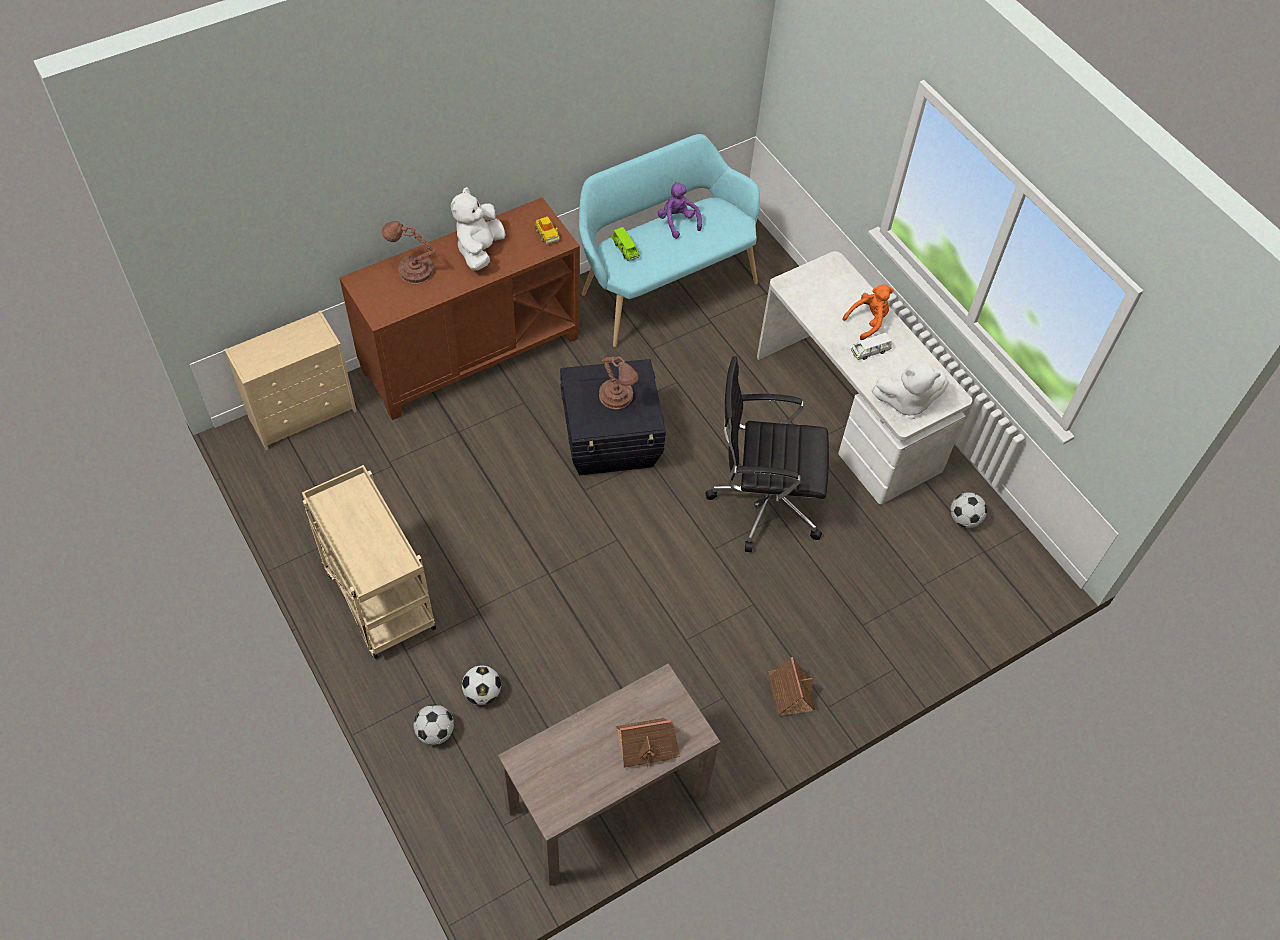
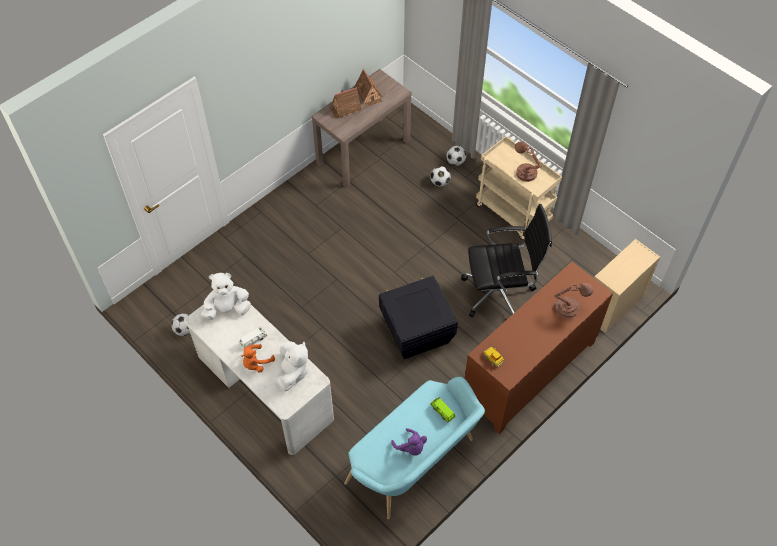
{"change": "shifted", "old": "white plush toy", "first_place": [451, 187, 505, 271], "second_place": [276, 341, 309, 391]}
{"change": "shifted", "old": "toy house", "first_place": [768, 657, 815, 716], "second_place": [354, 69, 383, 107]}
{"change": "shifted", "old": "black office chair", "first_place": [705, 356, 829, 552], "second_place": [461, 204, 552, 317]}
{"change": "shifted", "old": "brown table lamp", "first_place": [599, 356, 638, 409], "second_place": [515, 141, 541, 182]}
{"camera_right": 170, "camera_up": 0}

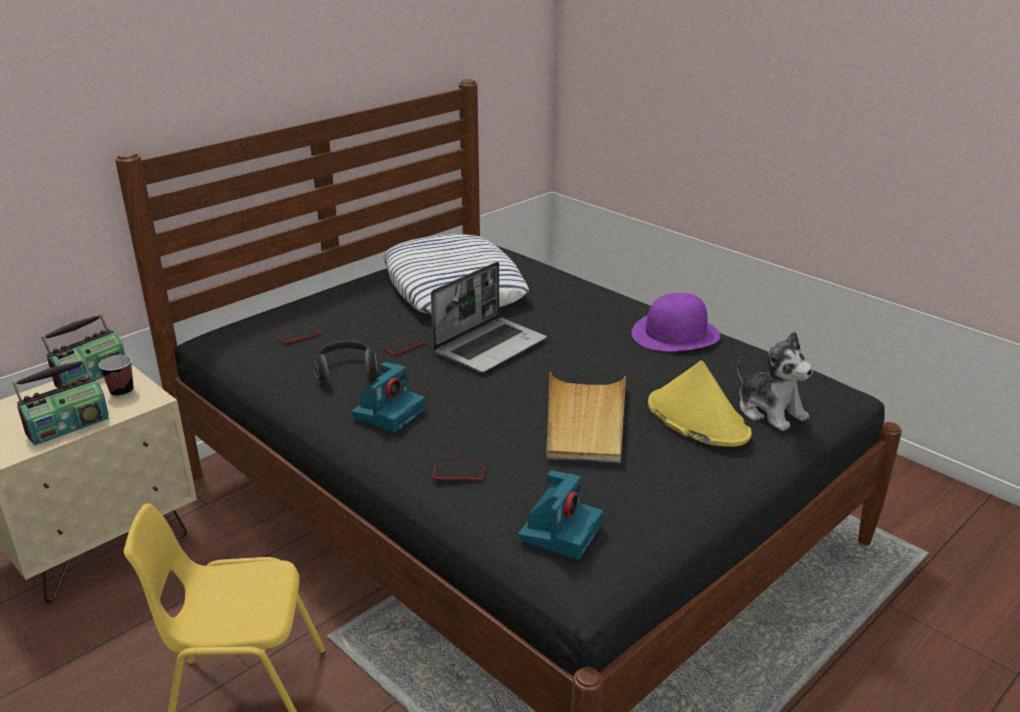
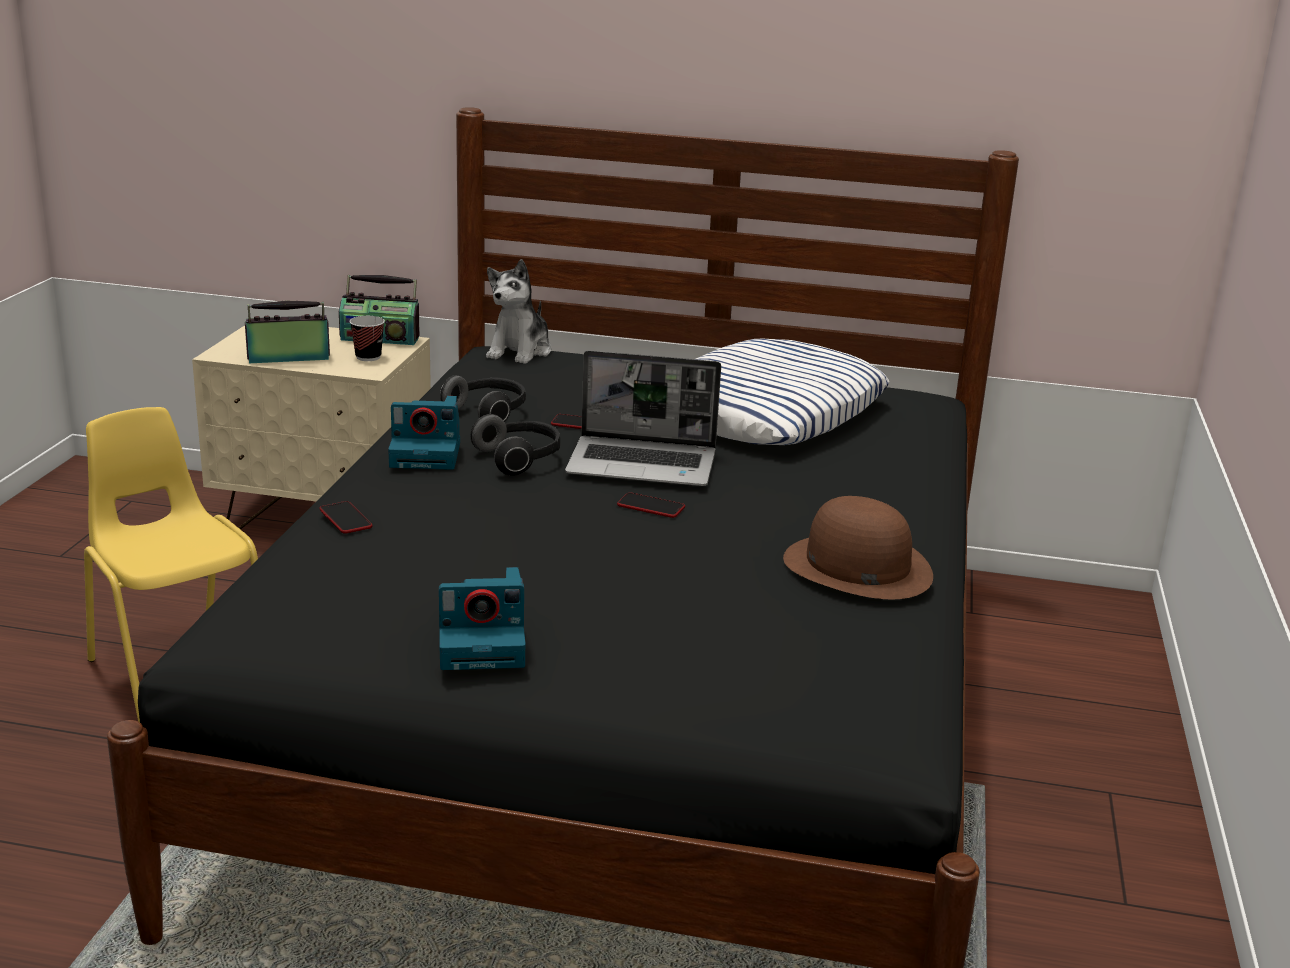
{"change": "rotated", "old": "radio", "first_place": [13, 360, 109, 446], "second_place": [245, 301, 330, 363], "degrees": 150}
{"change": "shifted", "old": "photo camera", "first_place": [518, 470, 603, 560], "second_place": [439, 567, 526, 670]}
{"change": "new", "new": "headphones", "second_place": [471, 414, 560, 476]}
{"change": "shifted", "old": "plush toy", "first_place": [737, 331, 813, 431], "second_place": [486, 259, 551, 363]}
{"change": "shifted", "old": "phone", "first_place": [277, 326, 321, 344], "second_place": [617, 493, 685, 518]}
{"change": "repainted", "old": "purple hat", "new": "brown hat", "first_place": [632, 293, 720, 351], "second_place": [783, 496, 933, 599]}
{"change": "gone", "old": "beige tray", "first_place": [546, 372, 626, 463]}
{"change": "gone", "old": "yellow hat", "first_place": [648, 360, 752, 447]}
{"camera_right": 55, "camera_up": -5}

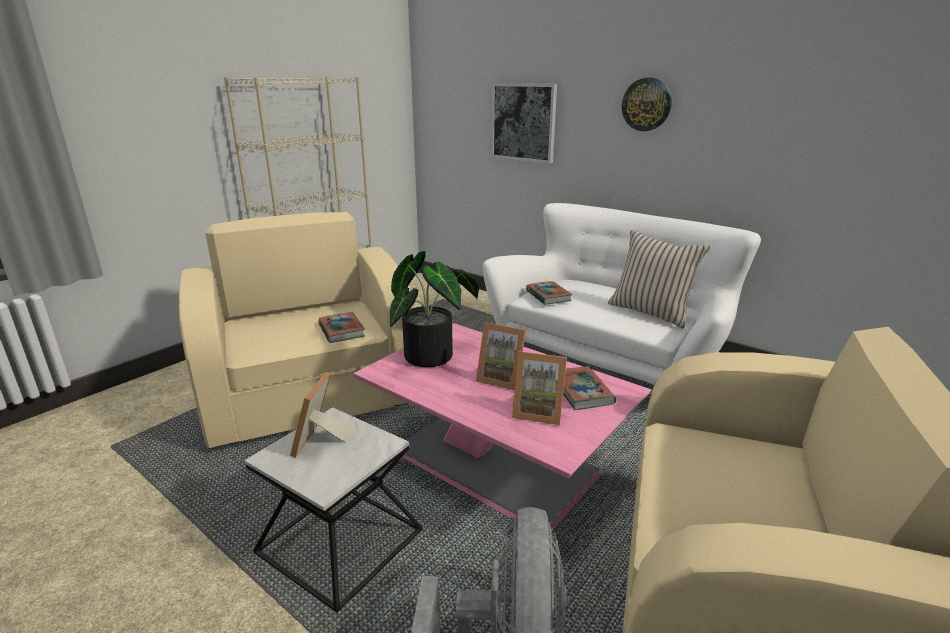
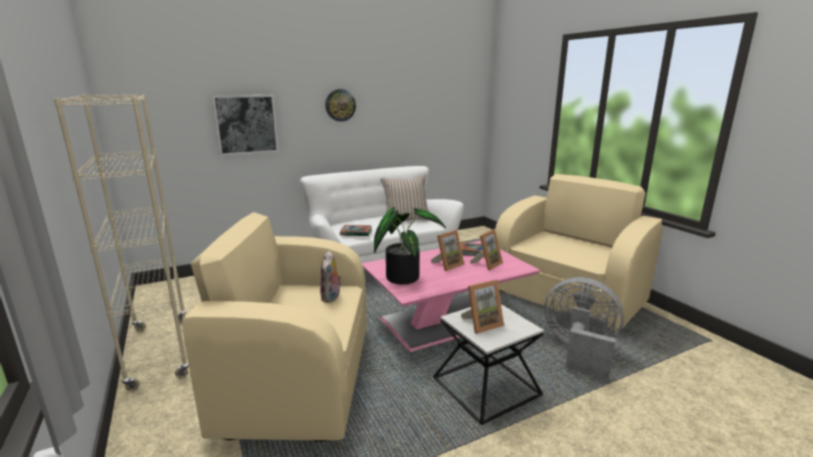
{"change": "swapped", "old": "book", "new": "plush toy", "first_place": [318, 312, 365, 343], "second_place": [320, 251, 342, 303]}
{"change": "rotated", "old": "picture frame", "first_place": [290, 371, 356, 458], "second_place": [461, 280, 504, 334], "degrees": -60}
{"camera_right": -65, "camera_up": -5}

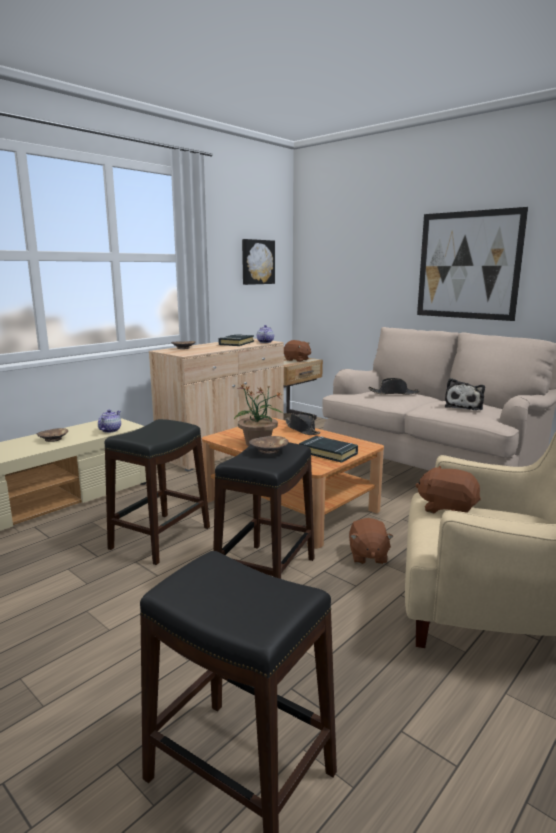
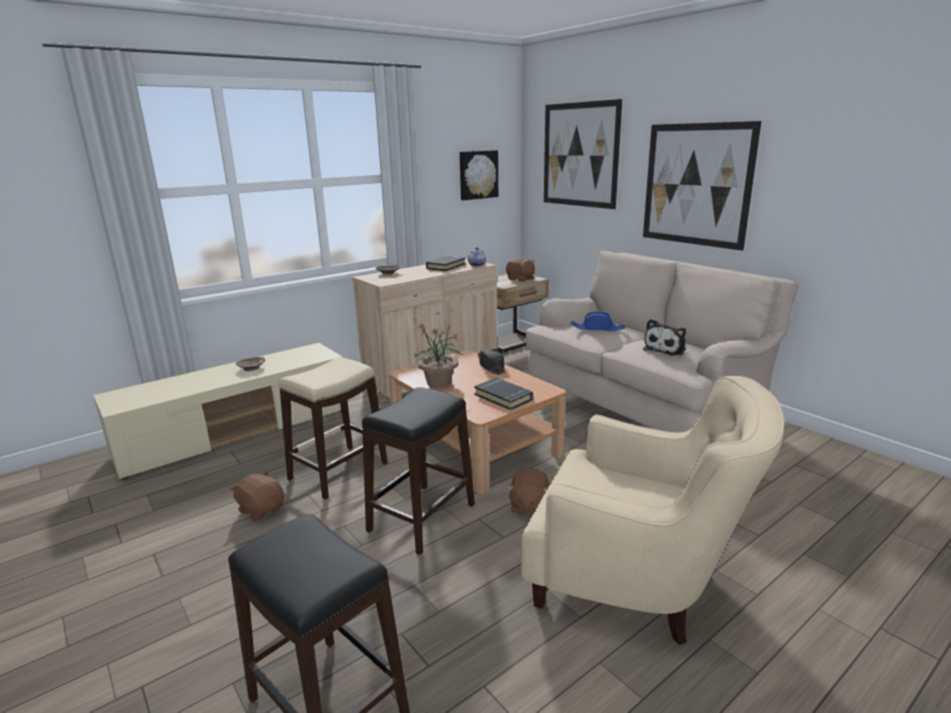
{"change": "shifted", "old": "brown plush toy", "first_place": [416, 466, 481, 514], "second_place": [230, 471, 284, 521]}
{"change": "repainted", "old": "black stool", "new": "beige stool", "first_place": [104, 419, 210, 565], "second_place": [279, 357, 388, 499]}
{"change": "new", "new": "picture", "second_place": [544, 99, 622, 209]}
{"change": "repainted", "old": "black hat", "new": "blue hat", "first_place": [368, 378, 420, 395], "second_place": [571, 312, 626, 331]}
{"change": "gone", "old": "teapot", "first_place": [98, 410, 121, 433]}
{"change": "gone", "old": "brown bowl", "first_place": [249, 436, 289, 454]}
{"camera_right": 10, "camera_up": 5}

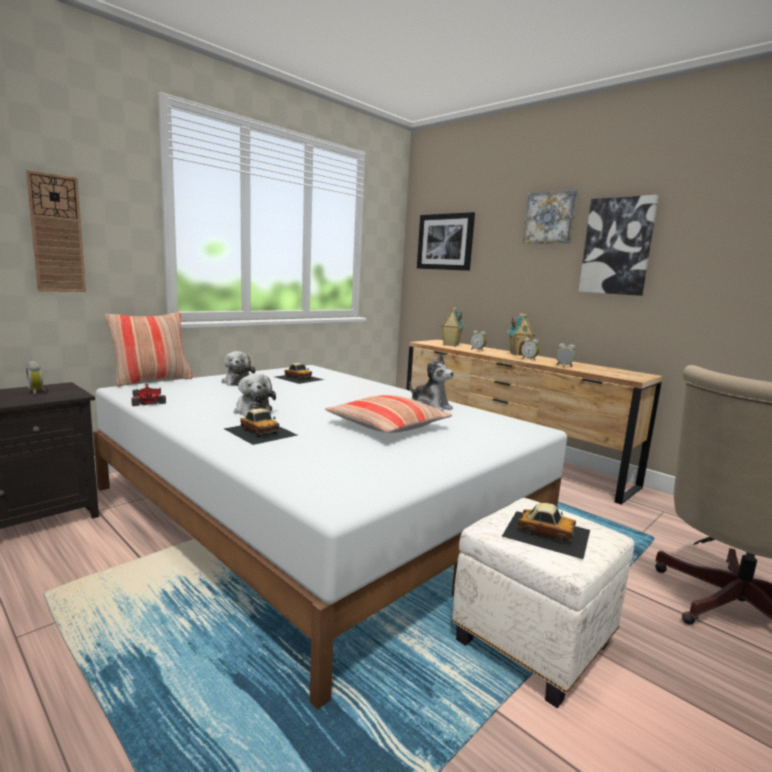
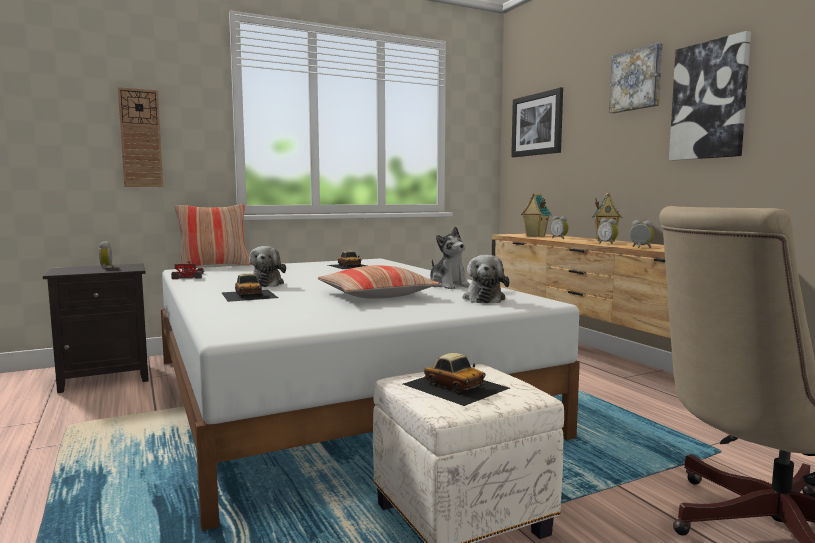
{"change": "shifted", "old": "plush toy", "first_place": [221, 351, 255, 386], "second_place": [462, 255, 510, 303]}
{"camera_right": 20, "camera_up": -5}

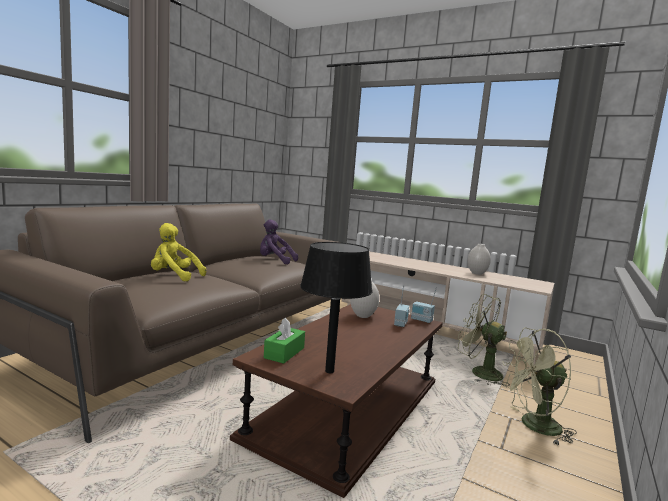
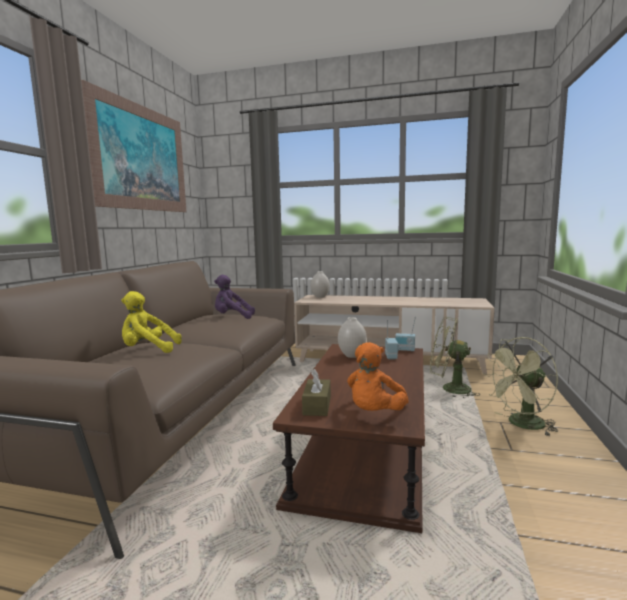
{"change": "new", "new": "picture", "second_place": [81, 80, 186, 212]}
{"change": "repainted", "old": "green tissue box", "new": "brown tissue box", "first_place": [264, 317, 305, 364], "second_place": [302, 369, 331, 416]}
{"change": "shifted", "old": "white vase", "first_place": [467, 244, 491, 275], "second_place": [311, 271, 330, 298]}
{"change": "swapped", "old": "black table lamp", "new": "orange plush toy", "first_place": [300, 242, 373, 373], "second_place": [347, 342, 409, 411]}
{"camera_right": -15, "camera_up": 0}

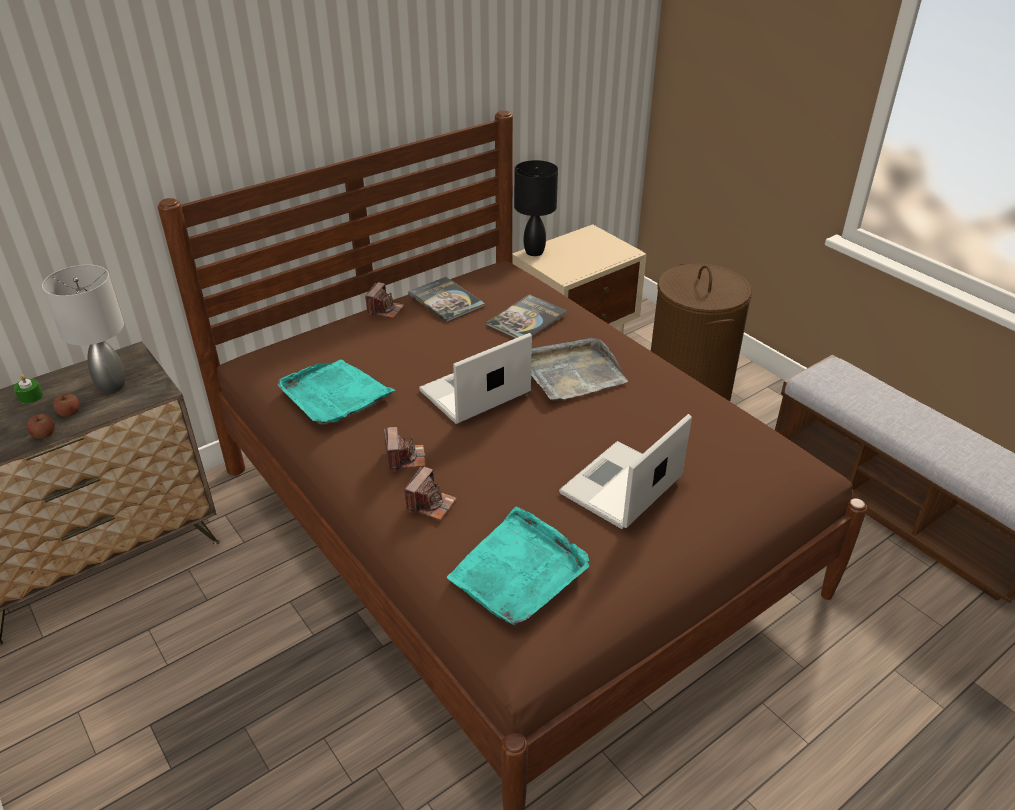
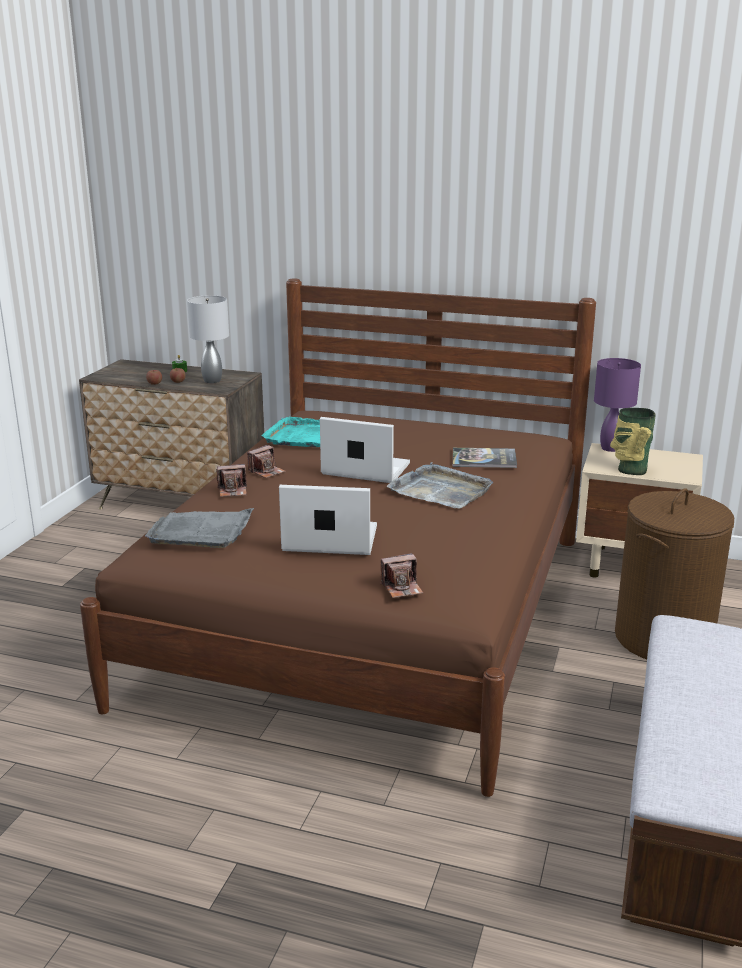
{"change": "repainted", "old": "turquoise tray", "new": "grey tray", "first_place": [447, 507, 589, 625], "second_place": [145, 508, 254, 548]}
{"change": "shifted", "old": "photo camera", "first_place": [365, 282, 404, 318], "second_place": [380, 553, 423, 598]}
{"change": "repainted", "old": "black table lamp", "new": "purple table lamp", "first_place": [514, 160, 558, 256], "second_place": [594, 358, 641, 452]}
{"change": "new", "new": "vase", "second_place": [610, 408, 656, 475]}
{"change": "gone", "old": "book", "first_place": [408, 277, 485, 322]}
{"camera_right": 55, "camera_up": -15}

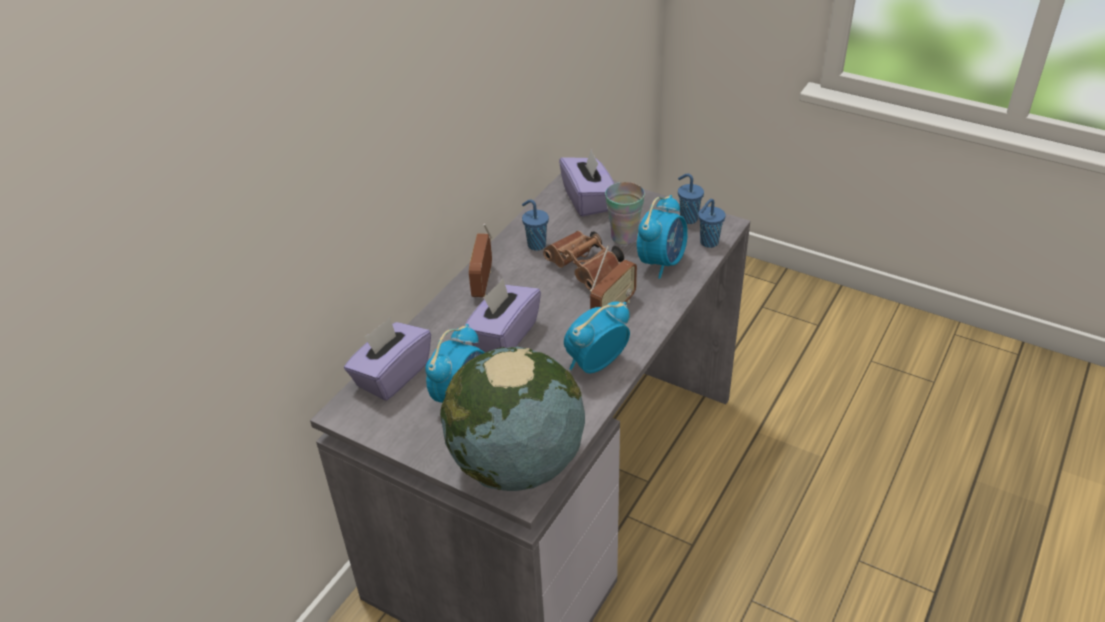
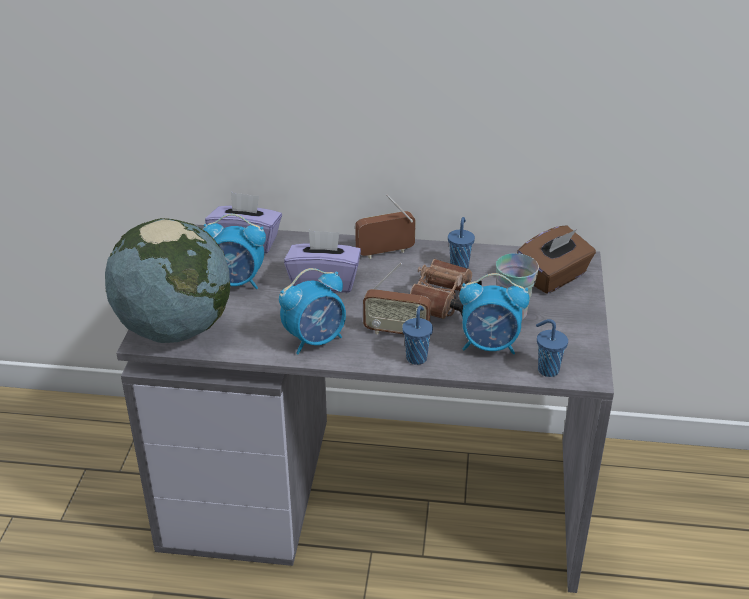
{"change": "rotated", "old": "alarm clock", "first_place": [564, 301, 630, 373], "second_place": [279, 268, 346, 354], "degrees": 120}
{"change": "shifted", "old": "blue cup", "first_place": [678, 173, 704, 224], "second_place": [402, 305, 433, 365]}
{"change": "repainted", "old": "purple tissue box", "new": "brown tissue box", "first_place": [559, 149, 614, 217], "second_place": [517, 226, 596, 294]}
{"camera_right": 65, "camera_up": -5}

